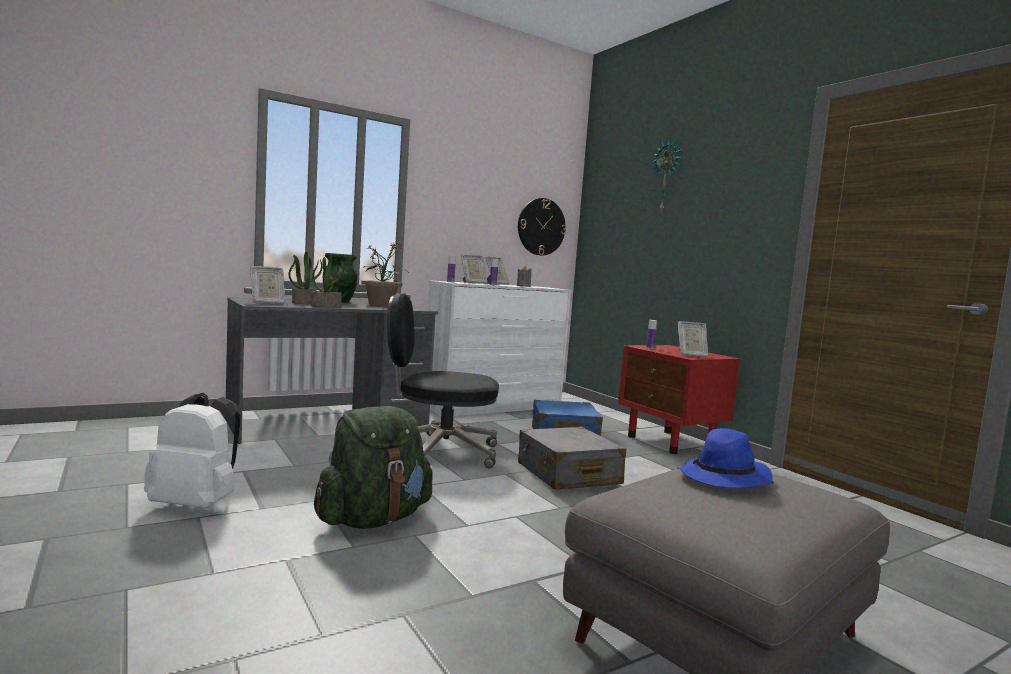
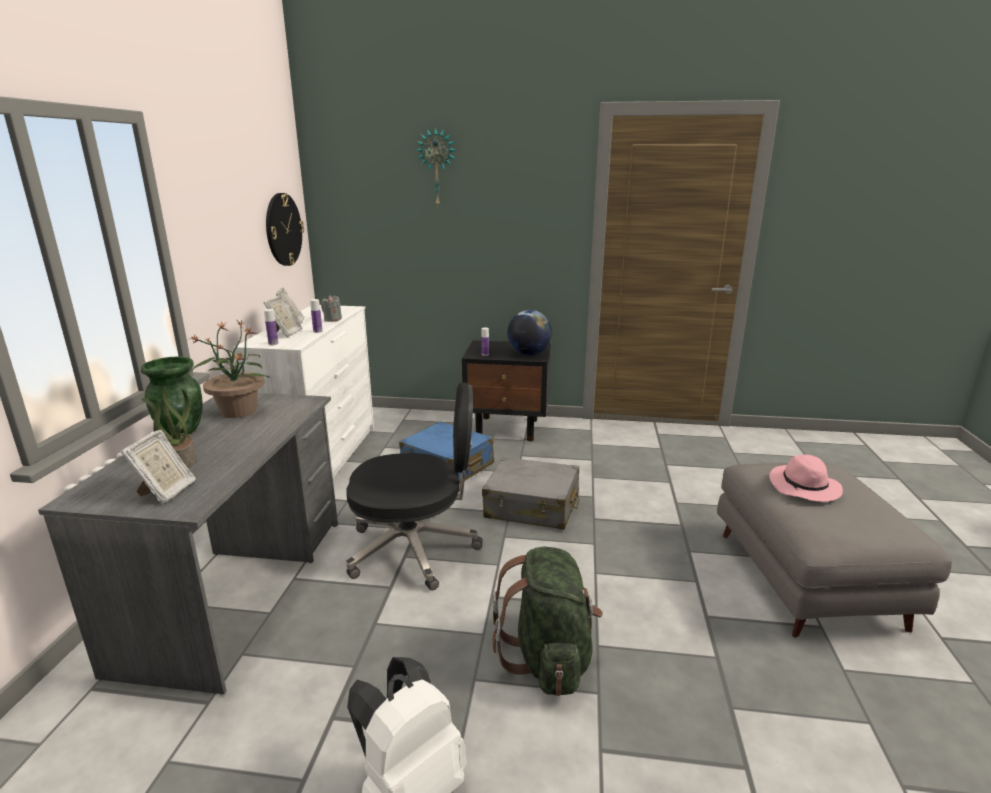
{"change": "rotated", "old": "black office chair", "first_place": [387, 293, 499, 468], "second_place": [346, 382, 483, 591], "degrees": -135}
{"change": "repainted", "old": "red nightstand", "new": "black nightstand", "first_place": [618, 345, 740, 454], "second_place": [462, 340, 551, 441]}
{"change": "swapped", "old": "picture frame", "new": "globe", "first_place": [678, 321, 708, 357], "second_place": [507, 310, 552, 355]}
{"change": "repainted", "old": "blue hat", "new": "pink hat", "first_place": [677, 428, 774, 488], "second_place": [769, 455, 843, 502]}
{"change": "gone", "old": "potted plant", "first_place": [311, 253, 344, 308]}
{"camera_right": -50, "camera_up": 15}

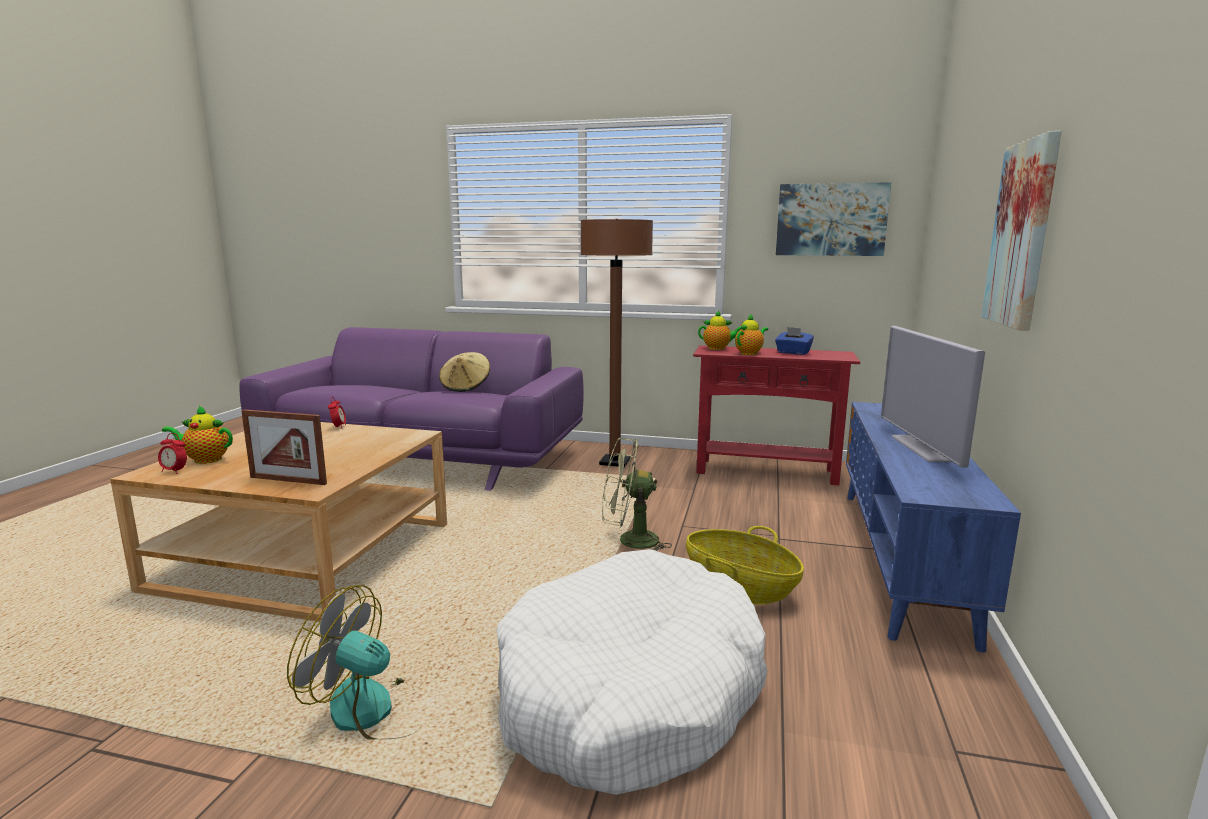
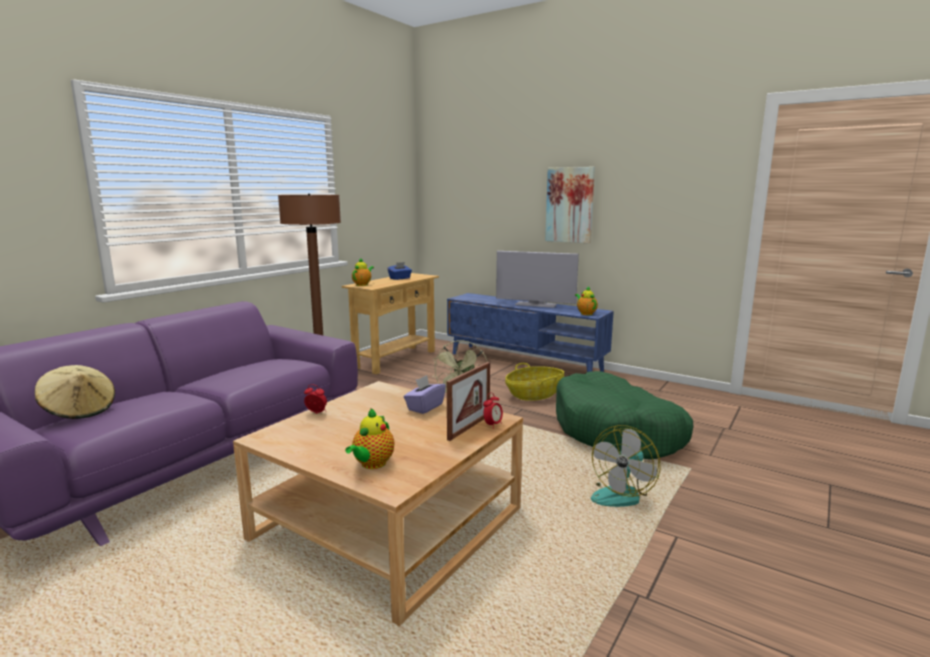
{"change": "shifted", "old": "beige hat", "first_place": [439, 352, 490, 392], "second_place": [35, 365, 115, 419]}
{"change": "repainted", "old": "red console table", "new": "beige console table", "first_place": [693, 345, 860, 486], "second_place": [342, 273, 439, 374]}
{"change": "new", "new": "purple tissue box", "second_place": [404, 375, 446, 414]}
{"change": "shifted", "old": "alarm clock", "first_place": [158, 433, 187, 474], "second_place": [483, 393, 503, 429]}
{"change": "repainted", "old": "white dog bed", "new": "green dog bed", "first_place": [497, 549, 767, 795], "second_place": [556, 371, 693, 459]}
{"change": "shifted", "old": "teapot", "first_place": [735, 314, 768, 355], "second_place": [575, 286, 598, 315]}
{"change": "gone", "old": "picture", "first_place": [776, 182, 891, 256]}
{"camera_right": -70, "camera_up": 0}

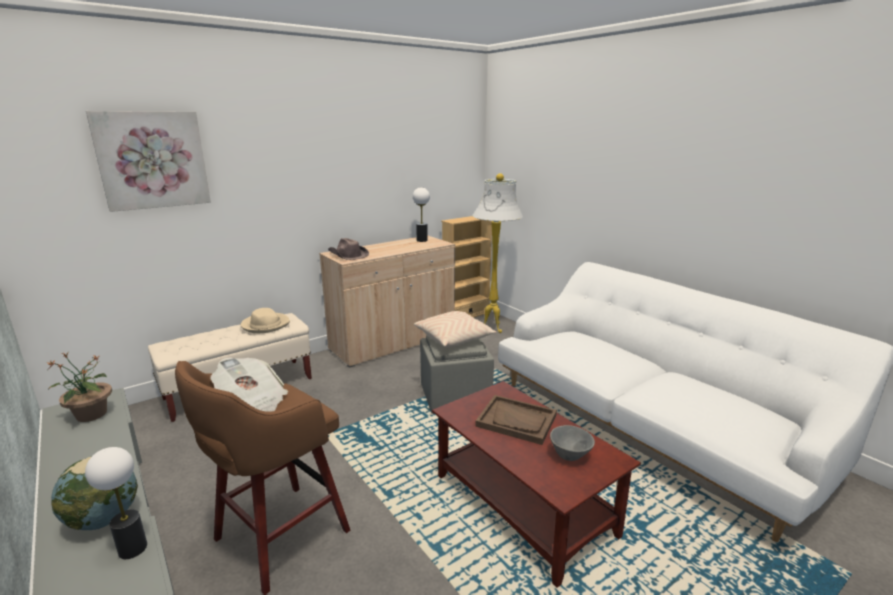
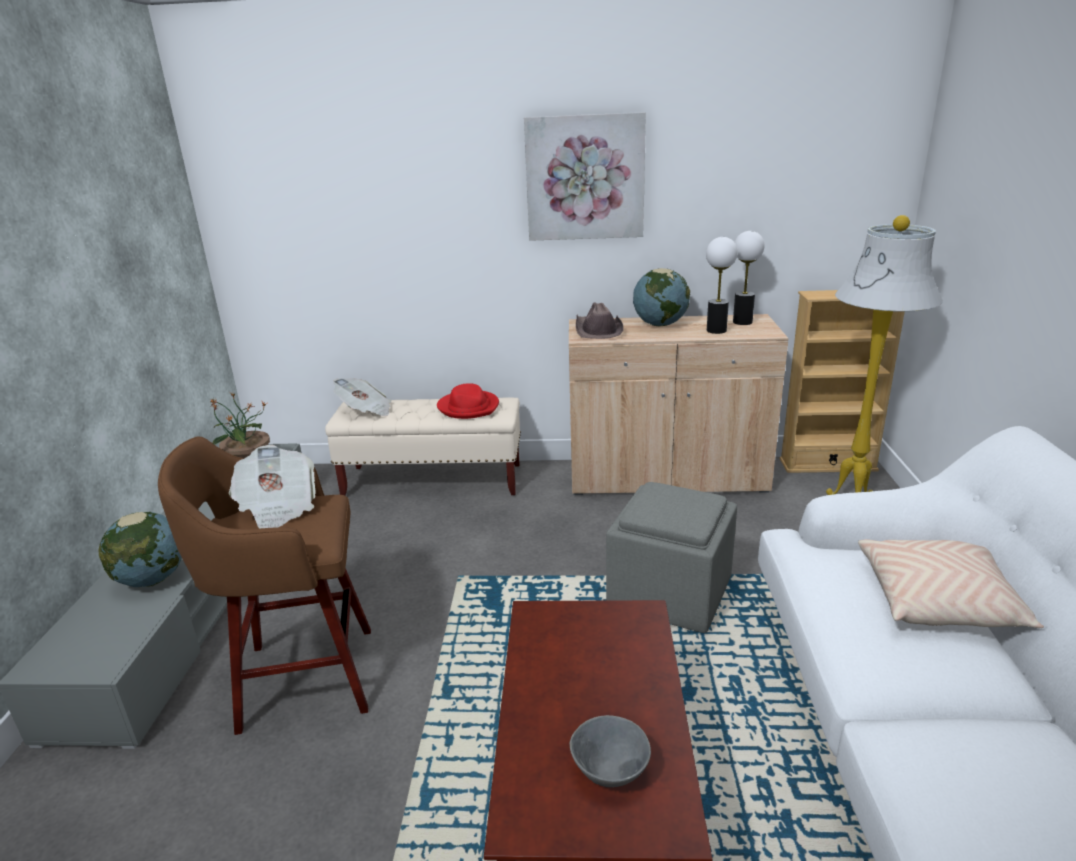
{"change": "new", "new": "newspaper", "second_place": [333, 378, 391, 416]}
{"change": "repainted", "old": "beige hat", "new": "red hat", "first_place": [241, 308, 290, 333], "second_place": [437, 383, 499, 419]}
{"change": "shifted", "old": "picture", "first_place": [86, 111, 211, 212], "second_place": [524, 112, 646, 241]}
{"change": "new", "new": "globe", "second_place": [633, 268, 690, 327]}
{"change": "shifted", "old": "table lamp", "first_place": [85, 447, 147, 559], "second_place": [706, 237, 738, 334]}
{"change": "shifted", "old": "beige pillow", "first_place": [414, 311, 496, 348], "second_place": [858, 539, 1044, 628]}
{"change": "gone", "old": "brown tray", "first_place": [475, 395, 557, 445]}
{"camera_right": 40, "camera_up": 5}

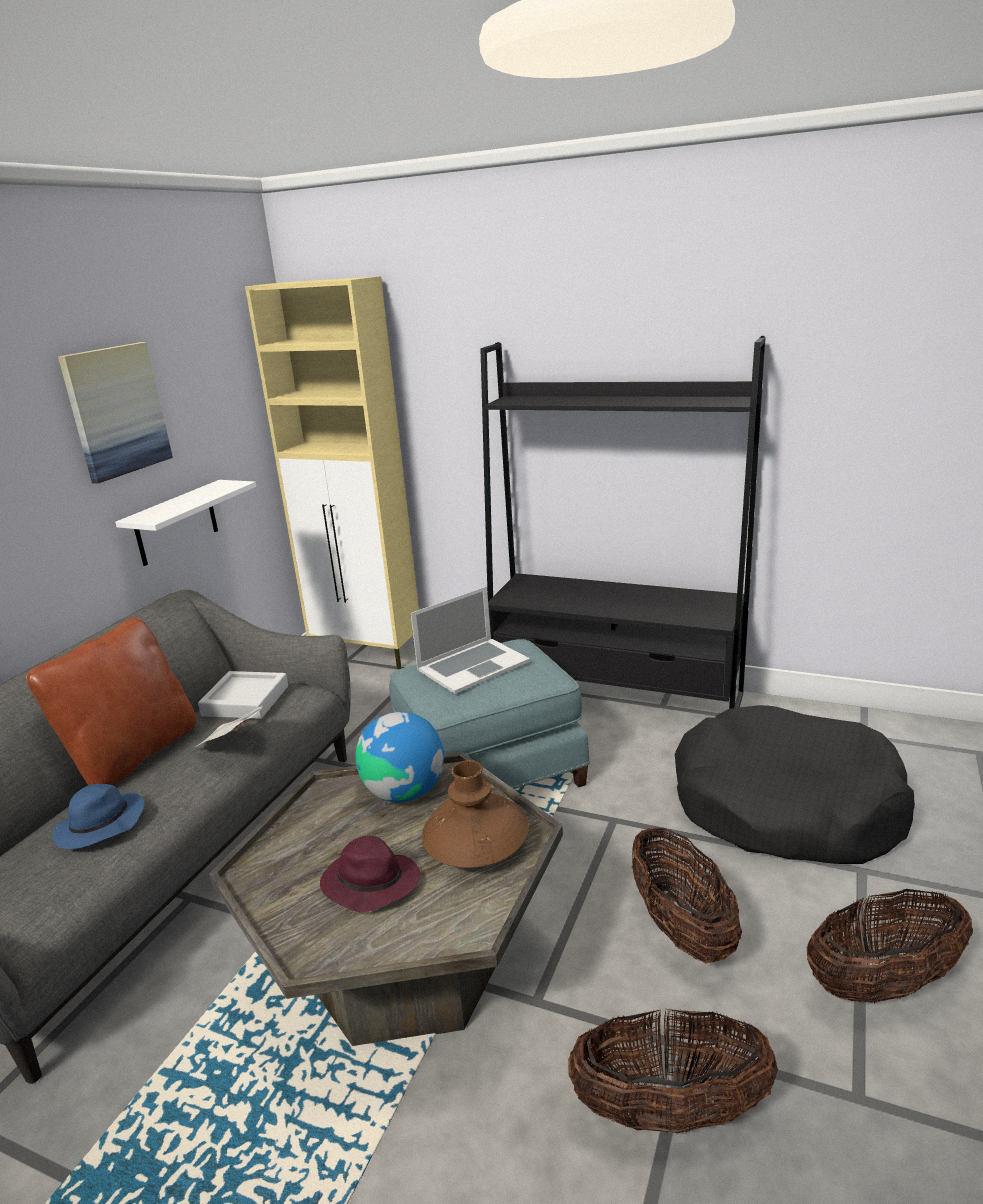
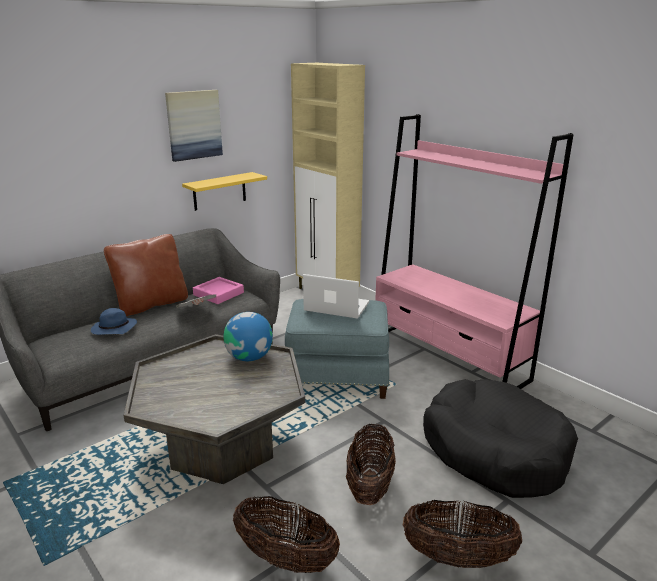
{"change": "repainted", "old": "white shelf", "new": "yellow shelf", "first_place": [115, 480, 256, 566], "second_place": [182, 172, 267, 211]}
{"change": "repainted", "old": "grey tray", "new": "pink tray", "first_place": [198, 671, 288, 719], "second_place": [193, 277, 244, 304]}
{"change": "rotated", "old": "laptop", "first_place": [411, 586, 530, 694], "second_place": [303, 274, 369, 319], "degrees": -150}
{"change": "repainted", "old": "black bookcase", "new": "pink bookcase", "first_place": [480, 336, 766, 709], "second_place": [375, 114, 574, 389]}
{"change": "gone", "old": "purple hat", "first_place": [320, 836, 420, 912]}
{"change": "gone", "old": "brown vase", "first_place": [422, 760, 529, 868]}
{"camera_right": 25, "camera_up": 0}

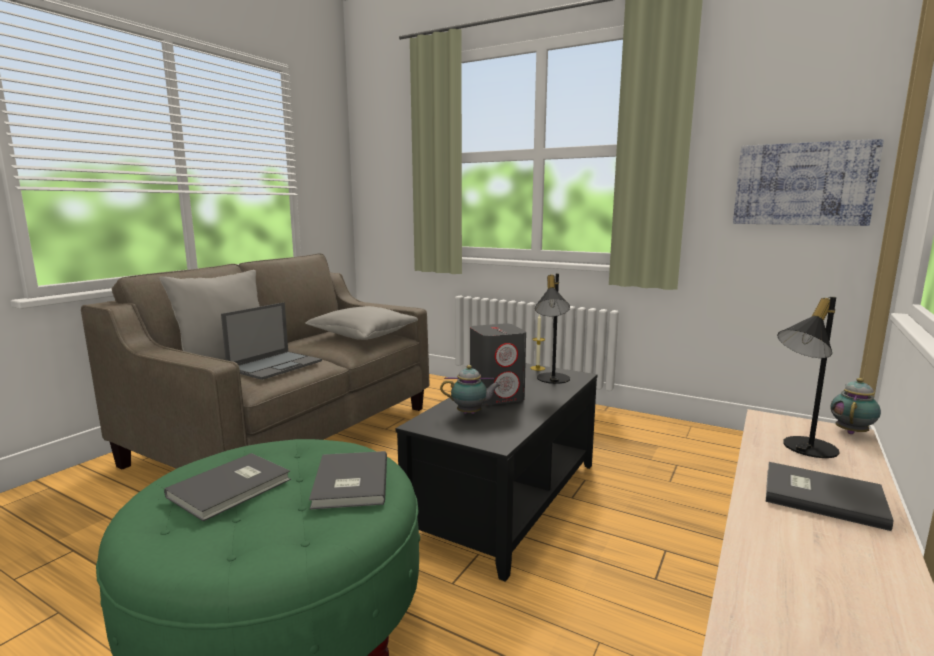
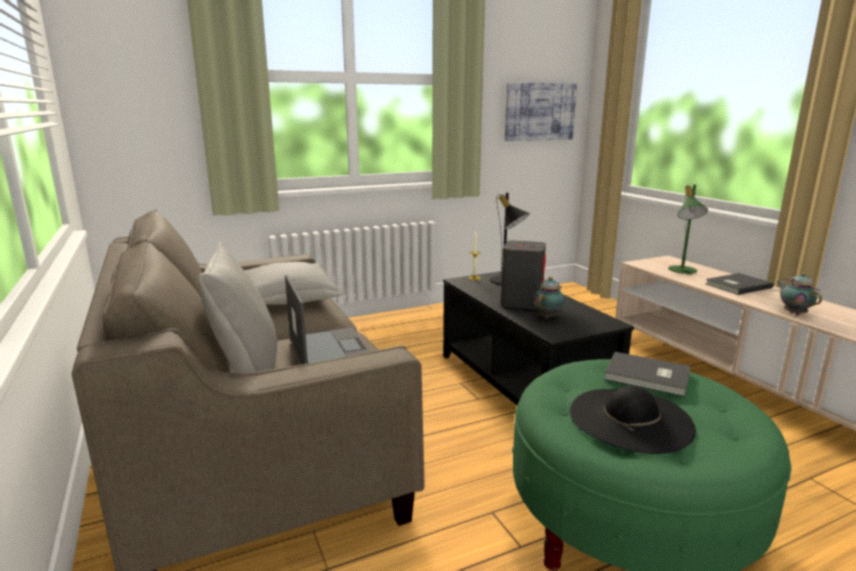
{"change": "swapped", "old": "grey book", "new": "black hat", "first_place": [164, 453, 291, 521], "second_place": [570, 386, 696, 454]}
{"change": "repainted", "old": "black table lamp", "new": "green table lamp", "first_place": [777, 297, 839, 458], "second_place": [668, 184, 708, 274]}
{"change": "shifted", "old": "teapot", "first_place": [831, 378, 881, 434], "second_place": [778, 273, 822, 315]}
{"camera_right": -55, "camera_up": 5}

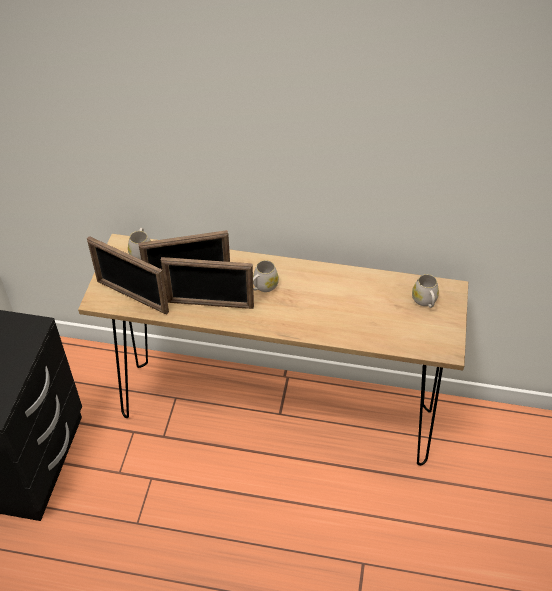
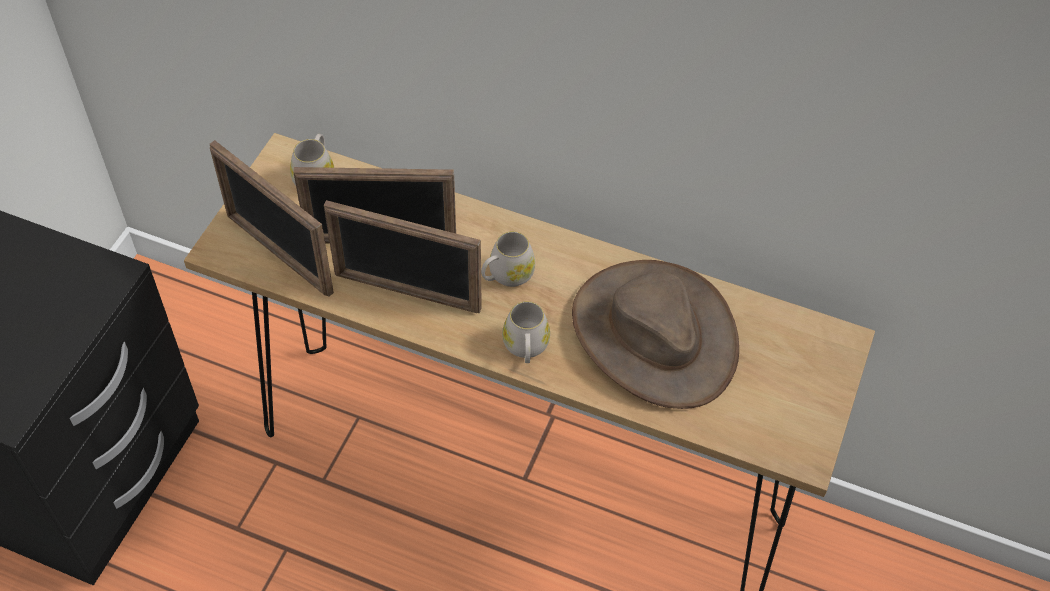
{"change": "shifted", "old": "white mug", "first_place": [412, 274, 439, 308], "second_place": [502, 301, 550, 363]}
{"change": "new", "new": "brown hat", "second_place": [572, 260, 739, 409]}
{"camera_right": 10, "camera_up": 5}

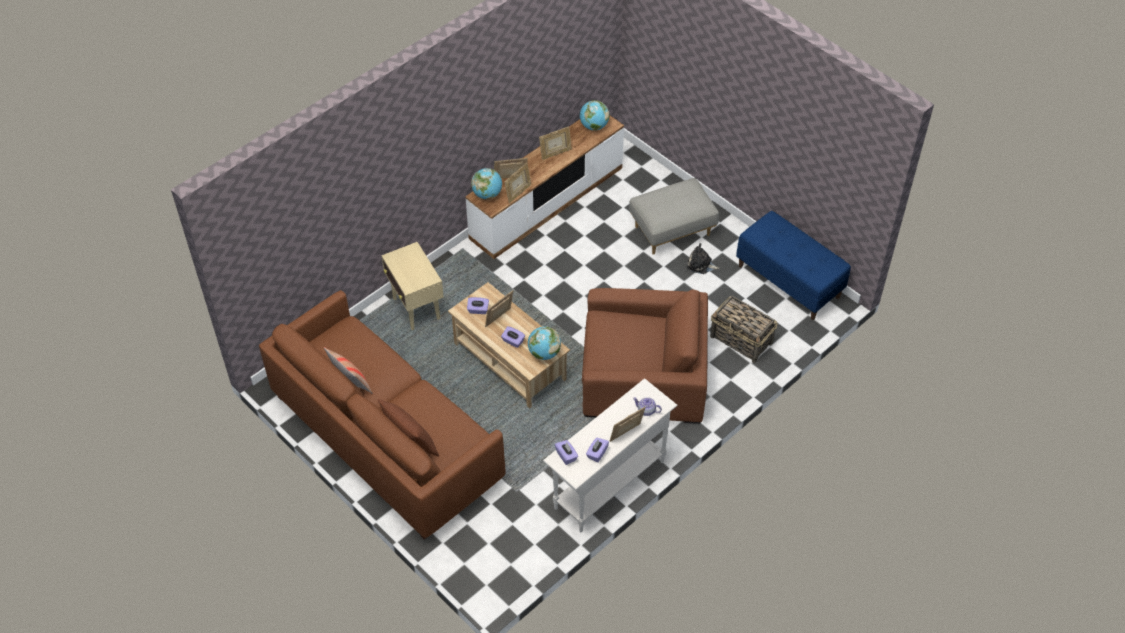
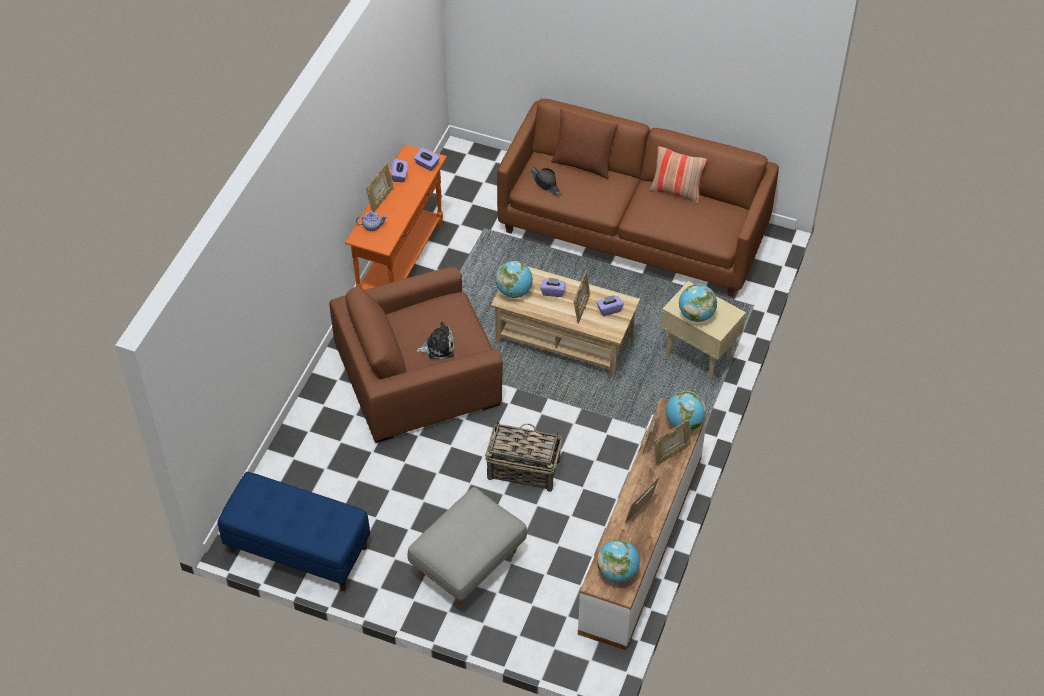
{"change": "repainted", "old": "white console table", "new": "orange console table", "first_place": [543, 378, 677, 532], "second_place": [345, 144, 447, 290]}
{"change": "shifted", "old": "plush toy", "first_place": [687, 243, 720, 274], "second_place": [415, 322, 454, 359]}
{"change": "shifted", "old": "basket", "first_place": [710, 296, 777, 363], "second_place": [485, 421, 562, 492]}
{"change": "new", "new": "black hat", "second_place": [530, 166, 562, 196]}
{"change": "new", "new": "globe", "second_place": [679, 284, 717, 322]}
{"camera_right": 155, "camera_up": 0}

